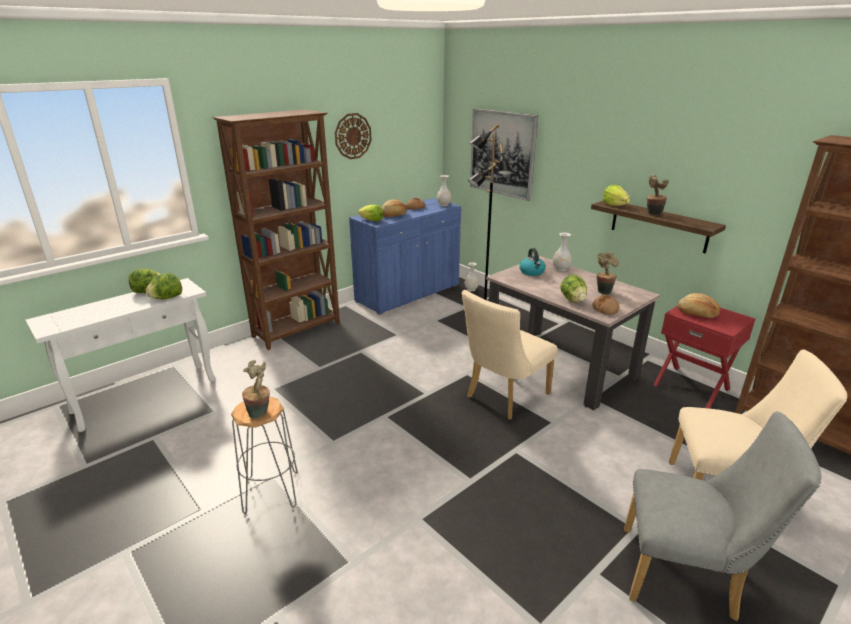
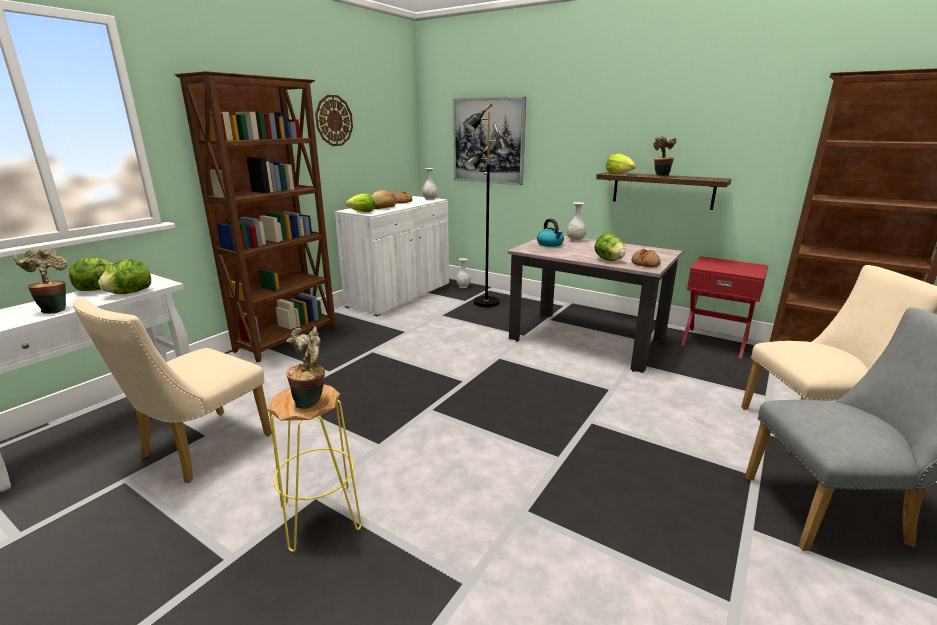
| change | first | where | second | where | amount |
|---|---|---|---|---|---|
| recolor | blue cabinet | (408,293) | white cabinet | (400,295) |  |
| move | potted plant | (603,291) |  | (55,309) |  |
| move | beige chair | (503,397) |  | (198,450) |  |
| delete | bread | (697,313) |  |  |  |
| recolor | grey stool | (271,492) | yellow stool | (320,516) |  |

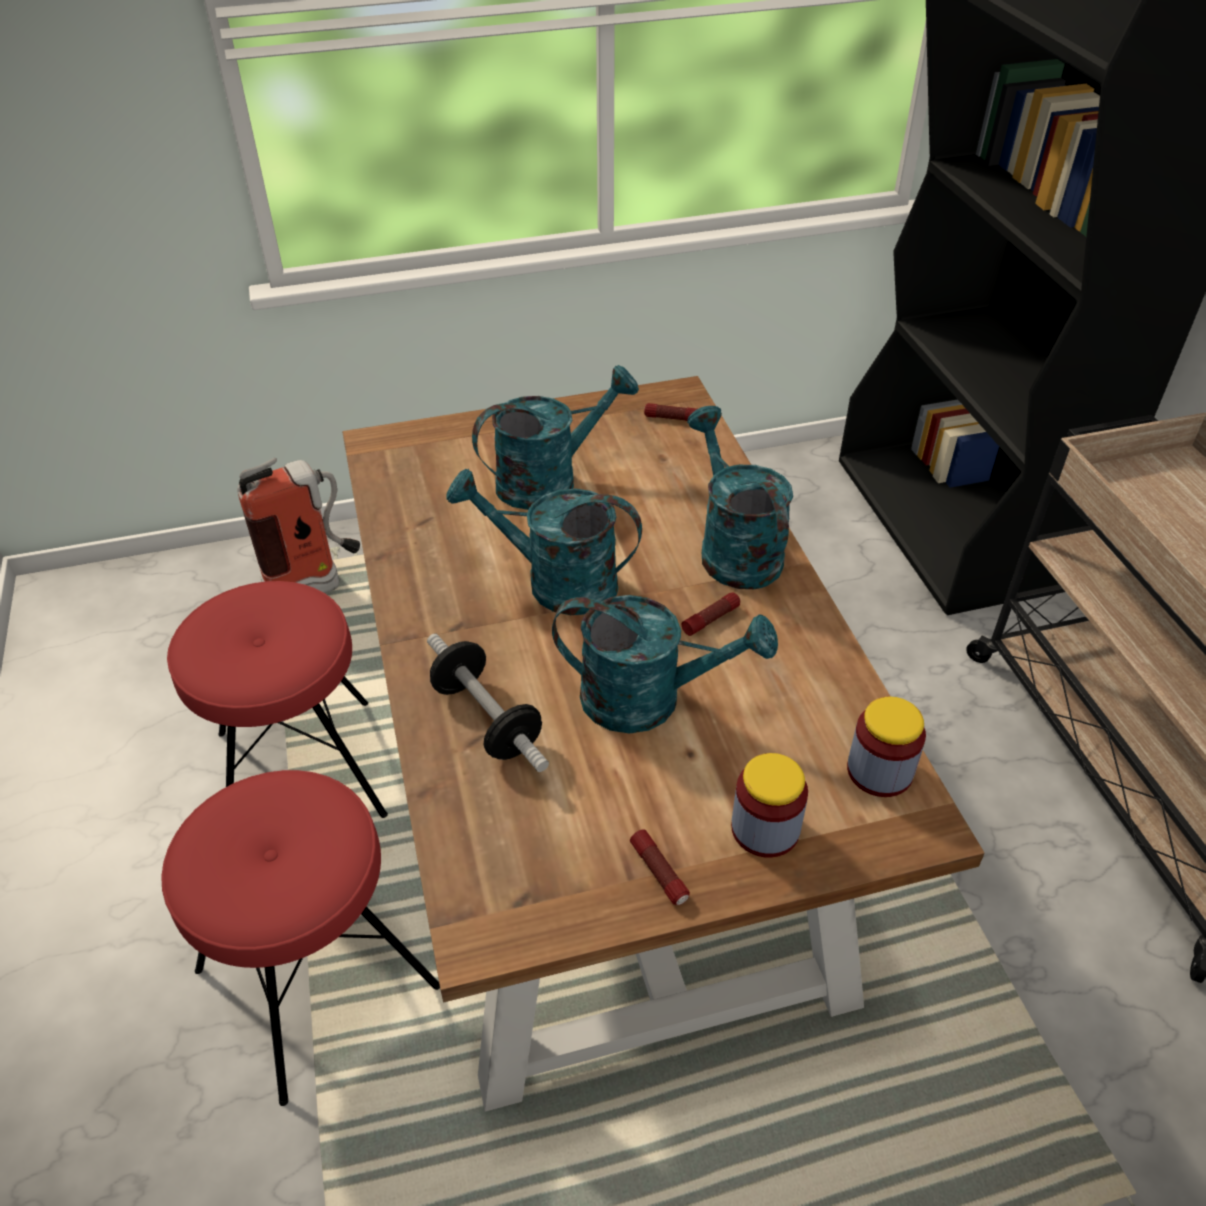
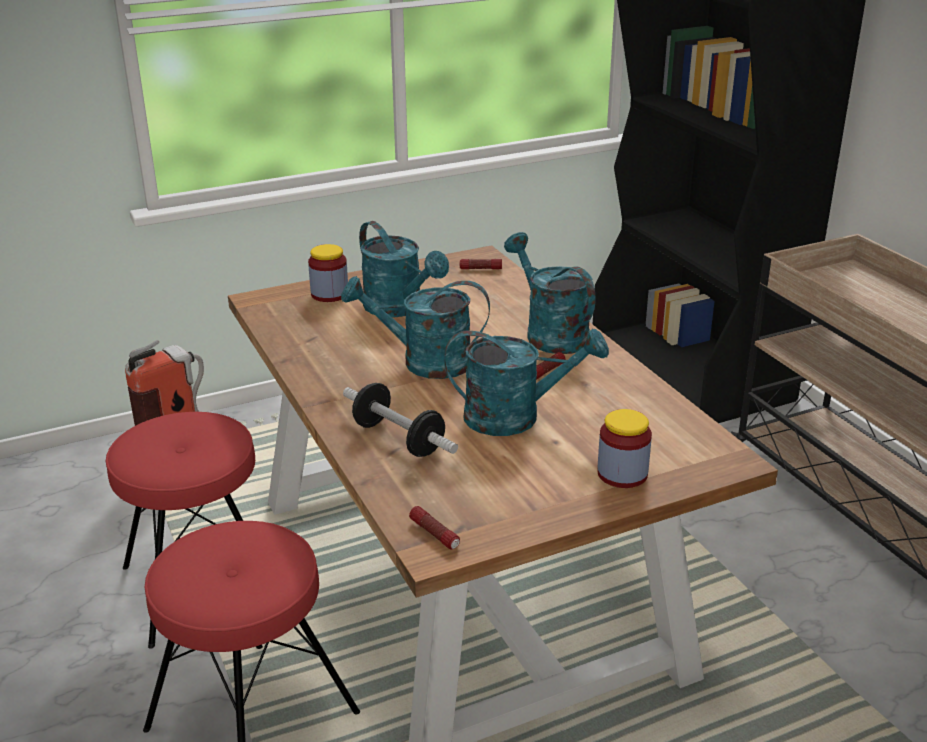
| change | first | where | second | where | amount |
|---|---|---|---|---|---|
| rotate | turquoise watering can | (550,479) |  | (400,308) | 90 degrees clockwise |
| move | jar | (879,771) |  | (329,294) |  |
| move | flashlight | (659,873) |  | (435,534) |  |

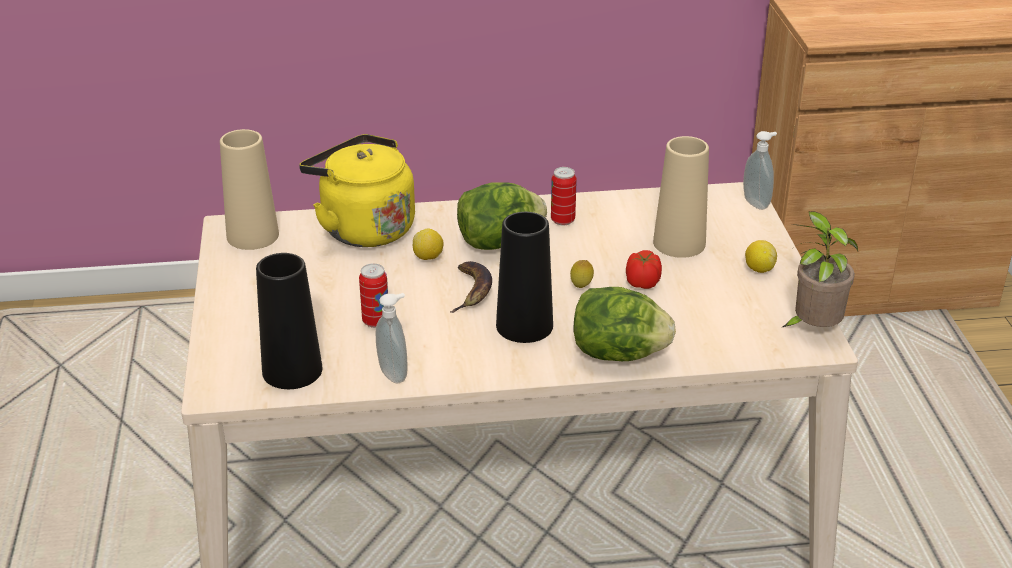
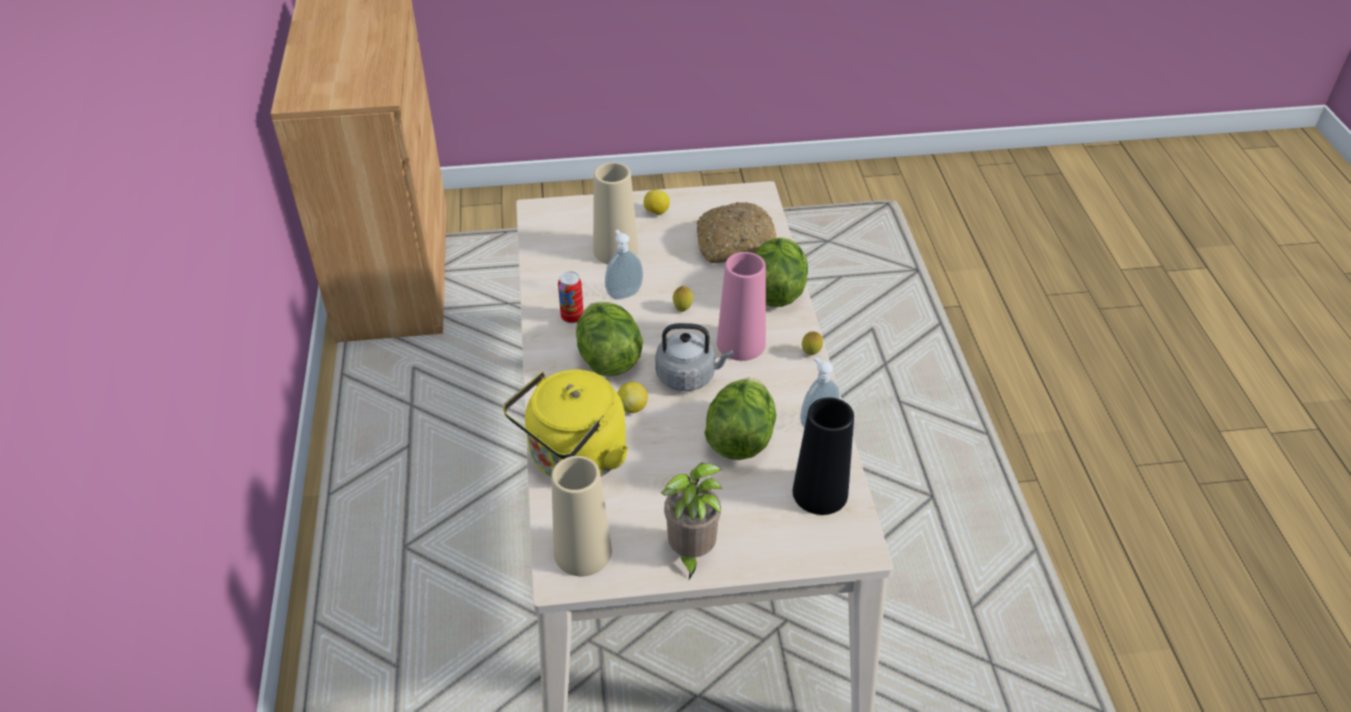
| change | first | where | second | where | amount |
|---|---|---|---|---|---|
| move | soap dispenser | (757,203) |  | (623,293) |  |
| move | potted plant | (812,329) |  | (690,554) |  |
| recolor | black vase | (524,325) | pink vase | (741,343) |  |
| delete | tomato | (642,283) |  |  |  |
| replace | banana | (471,291) | grey kettle | (689,376) |  |
| replace | can | (376,321) | lettuce | (740,439) |  |
| insert |  |  | bread | (734,244) |  |
| insert |  |  | lemon | (811,354) |  |

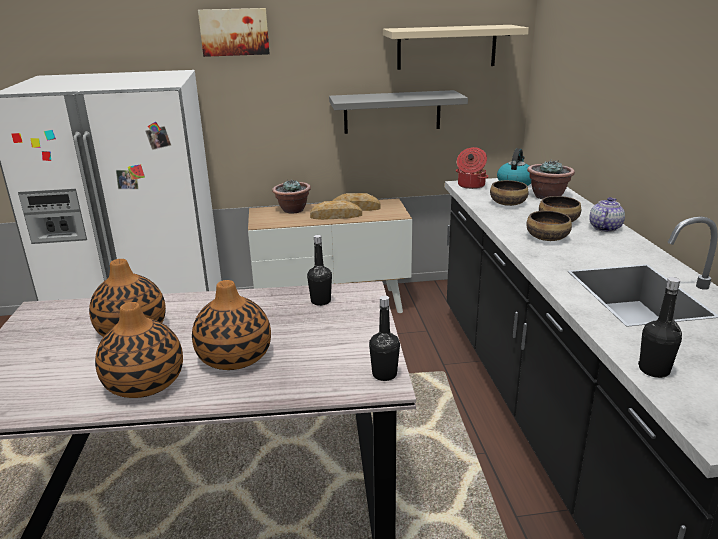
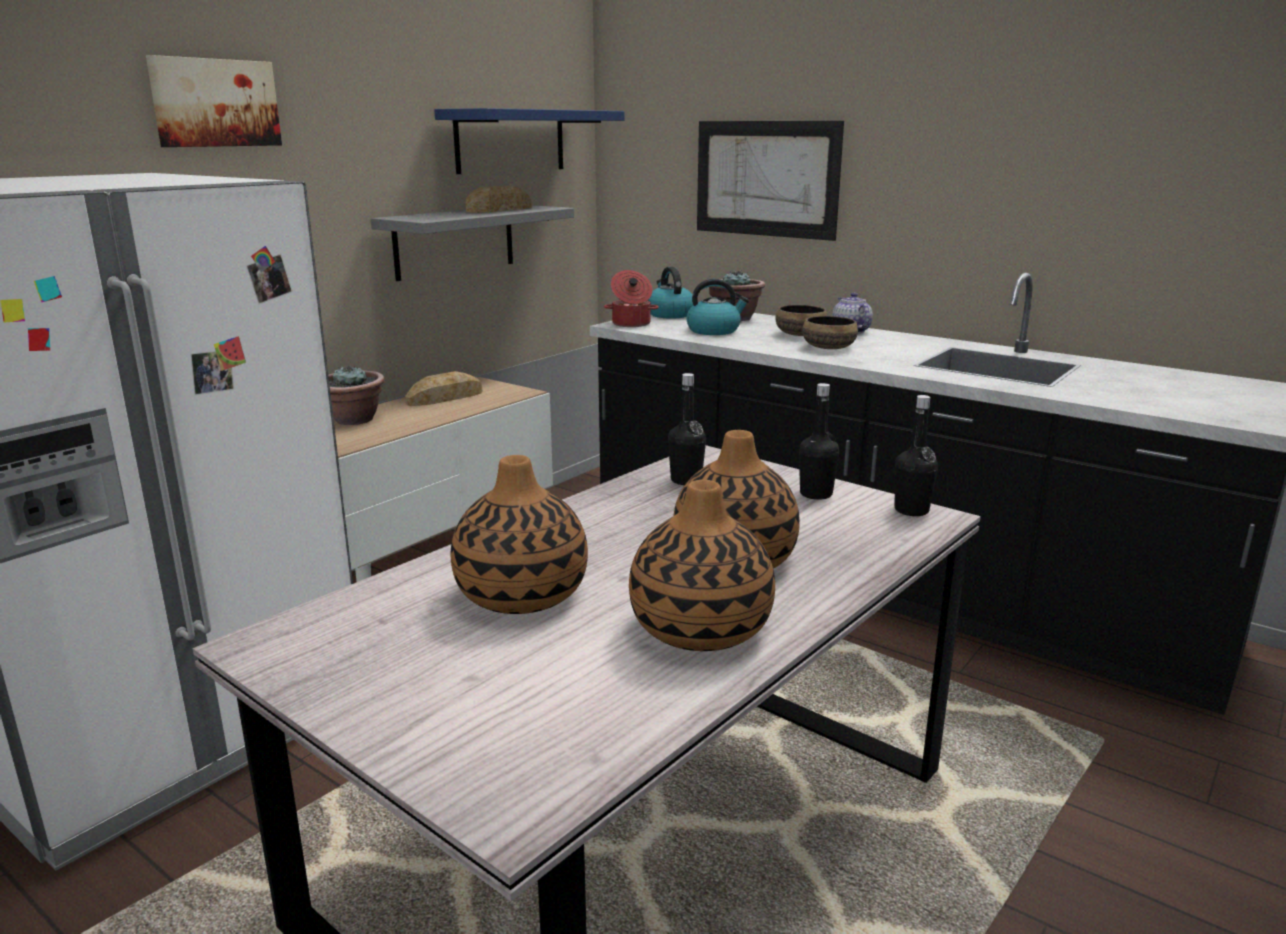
| change | first | where | second | where | amount |
|---|---|---|---|---|---|
| recolor | beige shelf | (446,47) | blue shelf | (510,141) |  |
| replace | bowl | (508,203) | kettle | (714,330) |  |
| move | bread | (336,216) |  | (499,209) |  |
| move | black bottle | (654,370) |  | (816,494) |  |
| insert |  |  | picture | (766,179) |  |

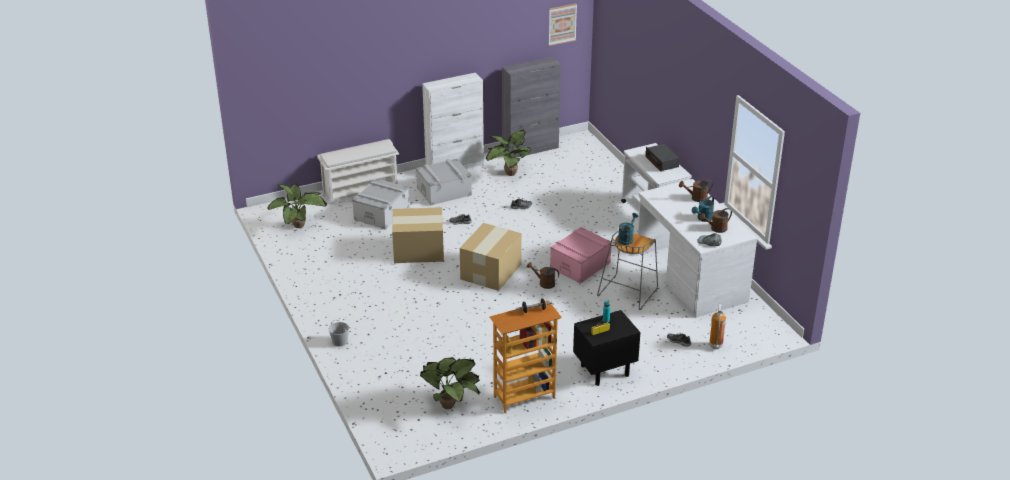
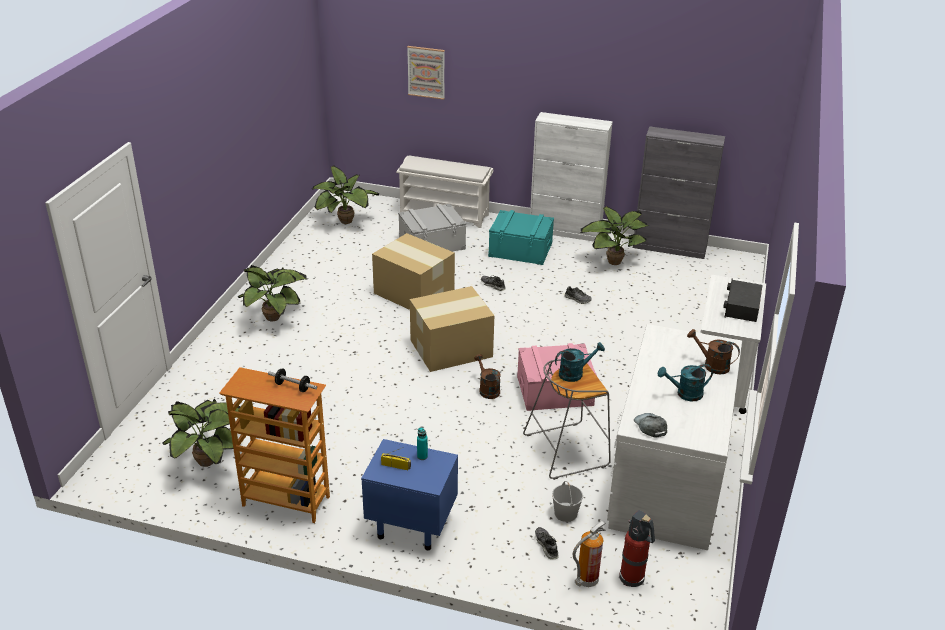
| change | first | where | second | where | amount |
|---|---|---|---|---|---|
| move | picture | (562,24) |  | (426,72) |  |
| recolor | grey storage box | (444,191) | turquoise storage box | (520,249) |  |
| delete | brown watering can | (716,229) |  |  |  |
| recolor | black nightstand | (604,370) | blue nightstand | (410,525) |  |
| move | white bucket | (340,341) |  | (566,513) |  |
| insert |  |  | potted plant | (275,318) |  |
| insert |  |  | fire extinguisher | (633,578) |  |

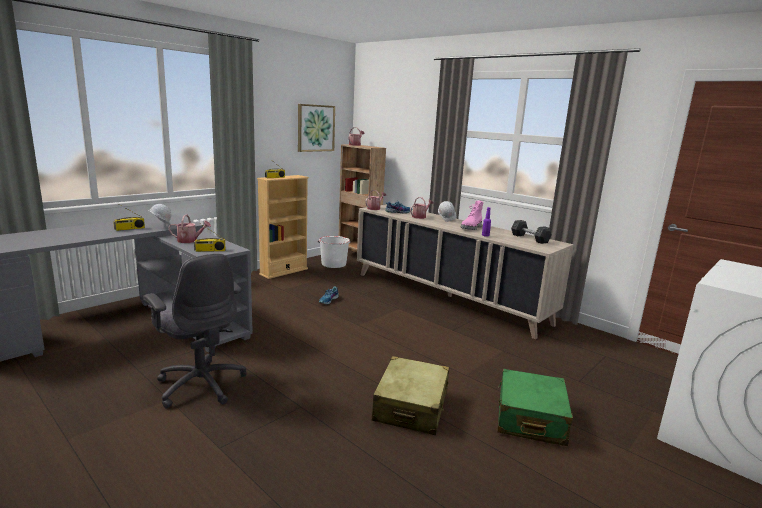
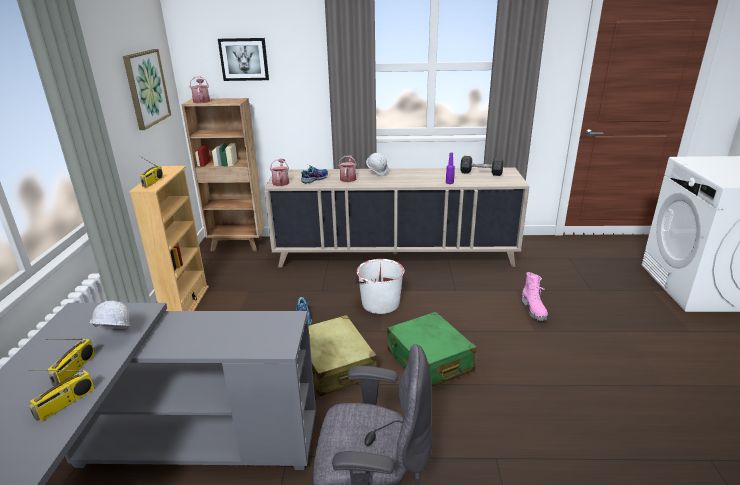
| change | first | where | second | where | amount |
|---|---|---|---|---|---|
| move | pink boot | (471,228) |  | (534,310) |  |
| delete | watering can | (190,241) |  |  |  |
| move | radio | (210,250) |  | (65,404) |  |
| move | white bucket | (333,264) |  | (380,303) |  |
| move | beige suitcase | (411,406) |  | (334,365) |  |
| move | green suitcase | (530,418) |  | (429,361) |  |
| insert |  |  | picture | (244,59) |  |

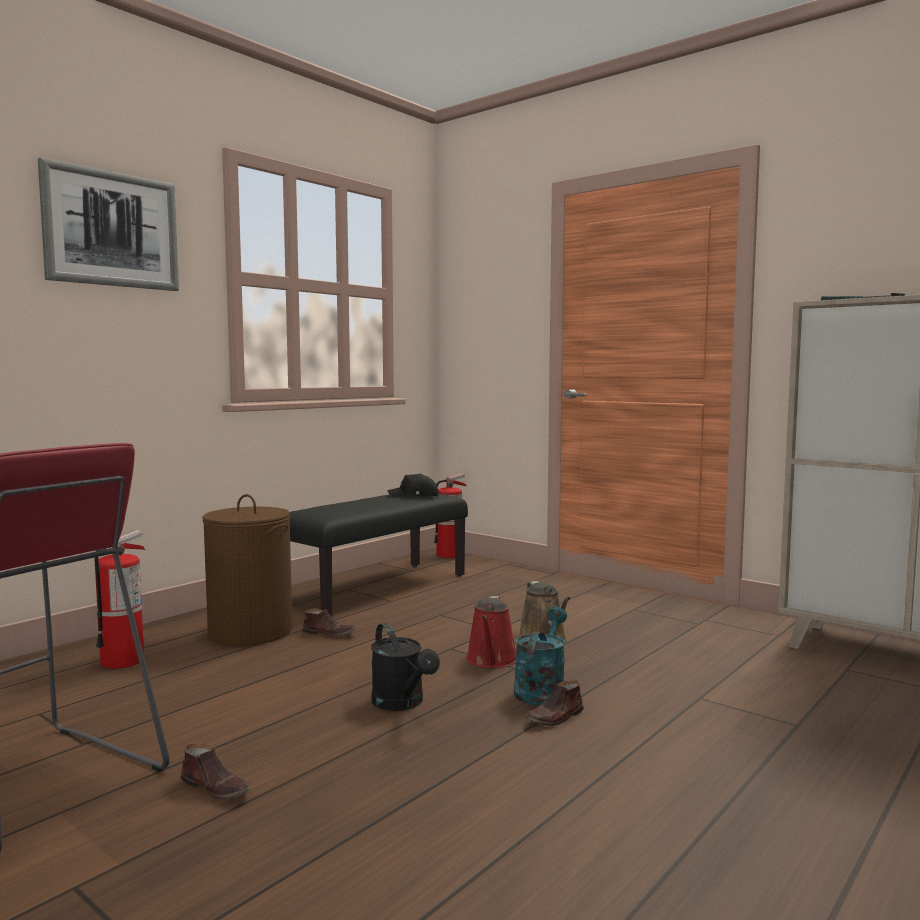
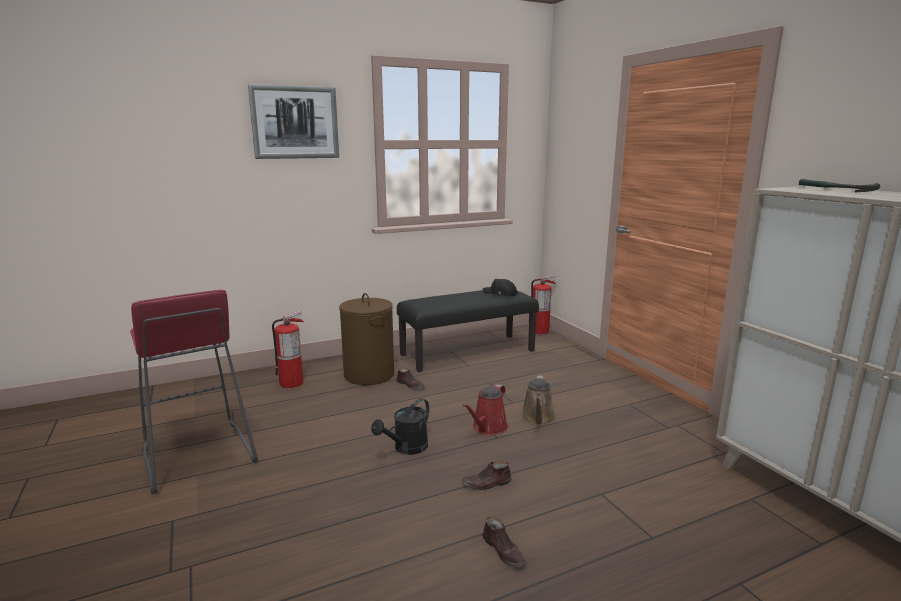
| change | first | where | second | where | amount |
|---|---|---|---|---|---|
| delete | turquoise watering can | (541,689) |  |  |  |
| rotate | black watering can | (402,703) |  | (406,448) | 45 degrees clockwise |
| move | brown shoe | (216,788) |  | (504,551) |  |

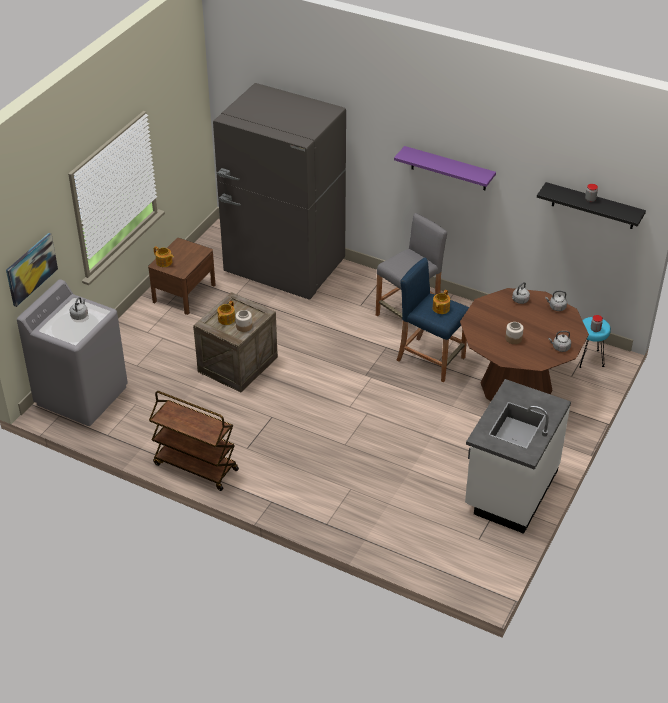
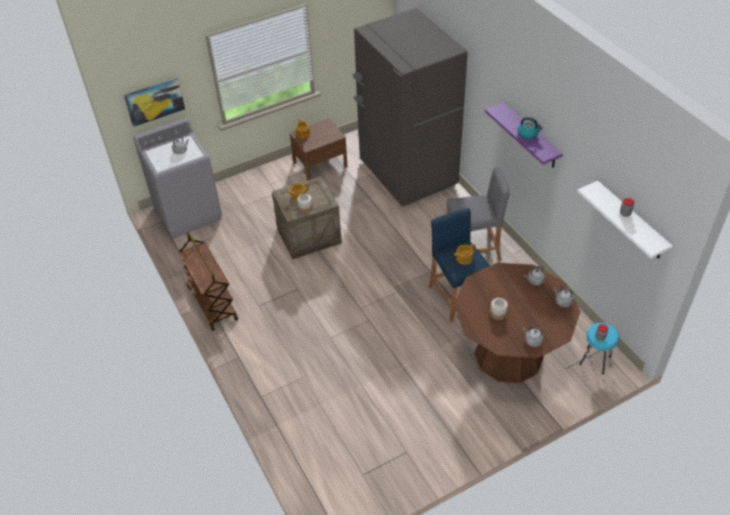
| change | first | where | second | where | amount |
|---|---|---|---|---|---|
| recolor | black shelf | (593,206) | white shelf | (631,221) |  |
| delete | white counter | (510,489) |  |  |  |
| insert |  |  | kettle | (528,134) |  |

